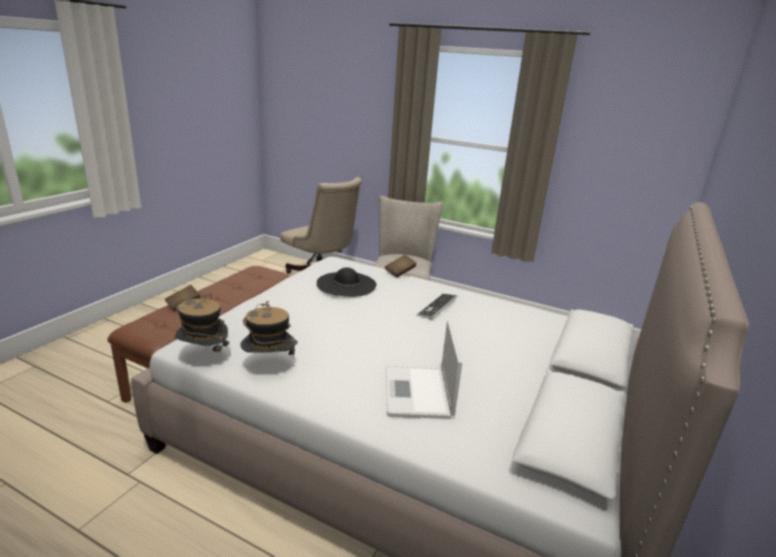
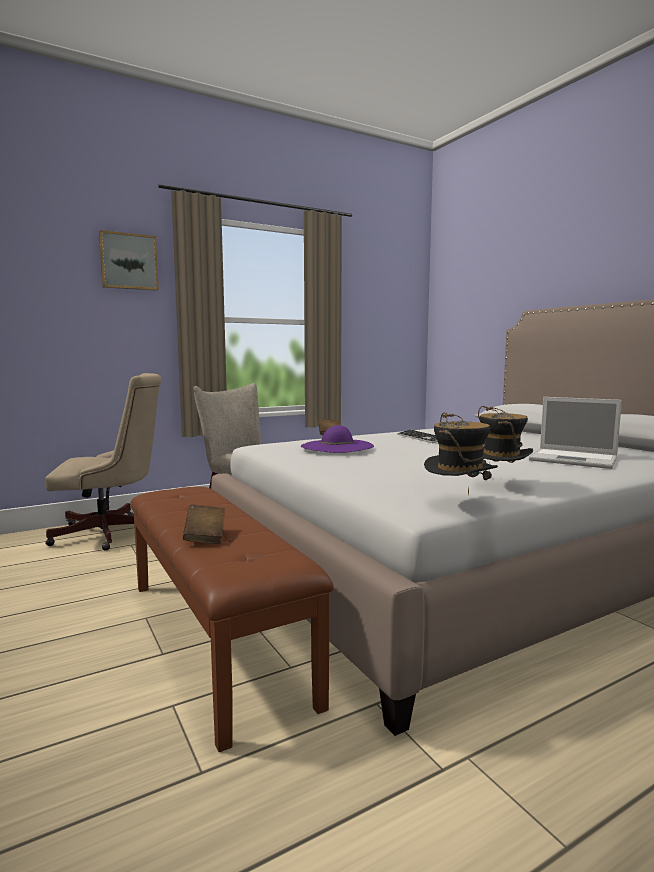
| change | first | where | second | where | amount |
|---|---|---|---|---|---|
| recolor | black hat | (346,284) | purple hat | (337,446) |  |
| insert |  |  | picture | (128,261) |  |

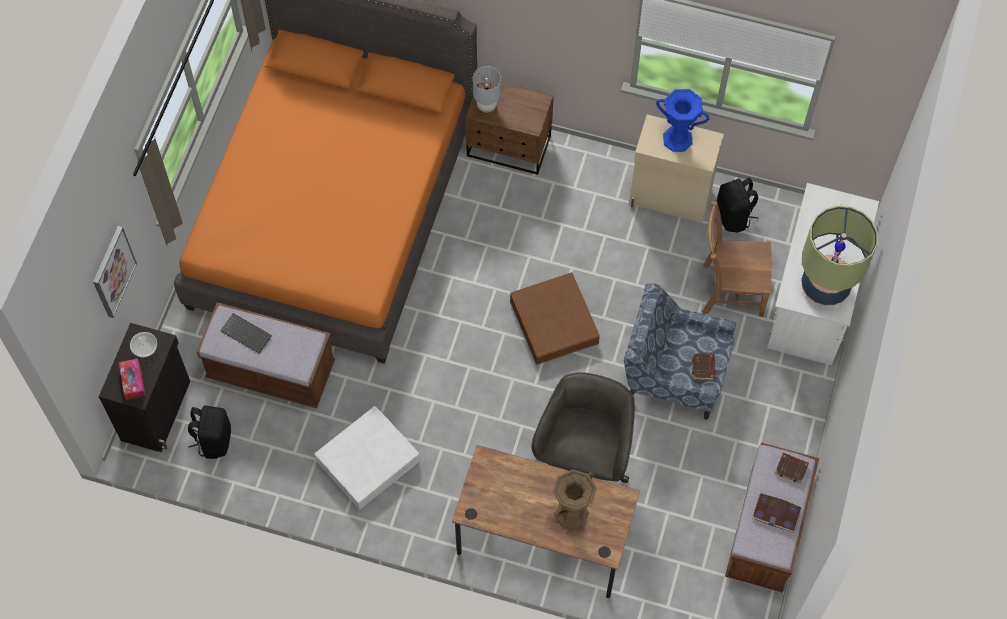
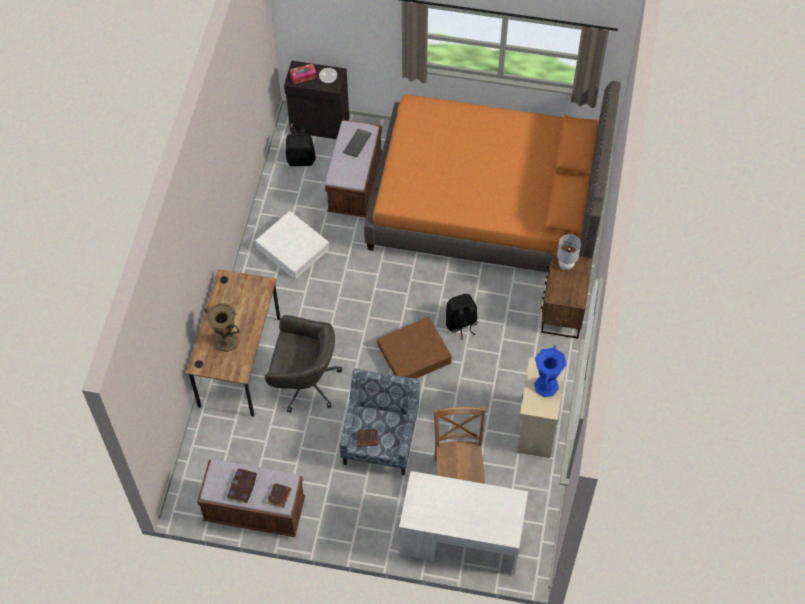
| change | first | where | second | where | amount |
|---|---|---|---|---|---|
| move | black backpack | (734,216) |  | (461,324) |  |
| delete | table lamp | (825,286) |  |  |  |
| delete | picture | (113,271) |  |  |  |

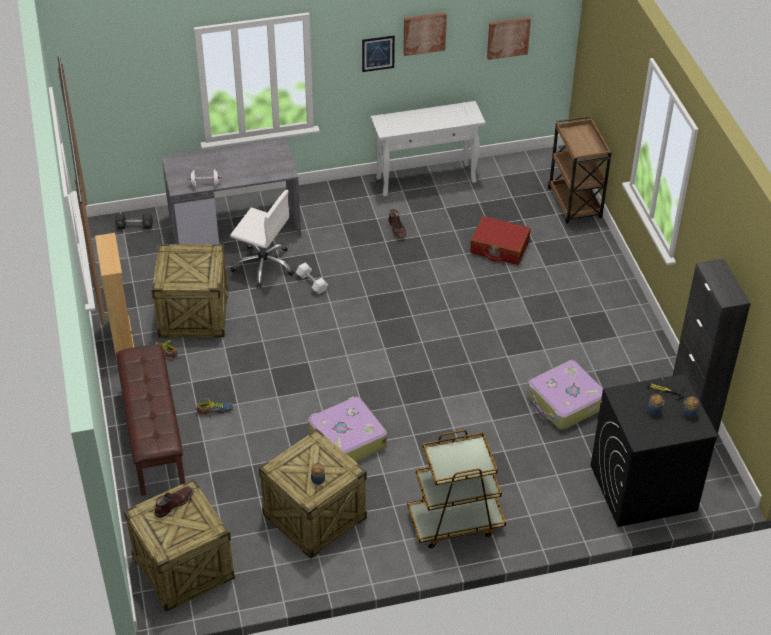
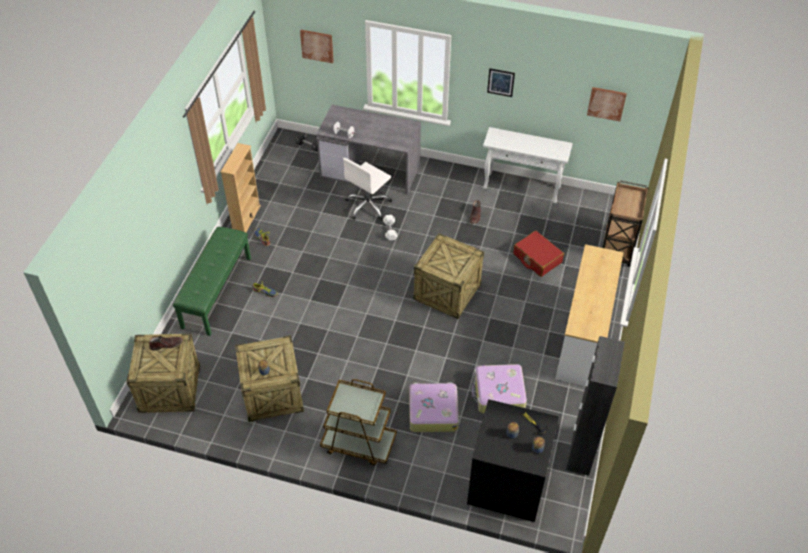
| change | first | where | second | where | amount |
|---|---|---|---|---|---|
| move | picture | (424,33) |  | (317,45) |  |
| rotate | white office chair | (264,266) |  | (368,206) | 75 degrees clockwise |
| move | crate | (194,314) |  | (447,292) |  |
| recolor | brown bench | (153,436) | green bench | (216,292) |  |
| move | suitcase | (346,439) |  | (432,411) |  |
| insert |  |  | white dresser | (583,338) |  |

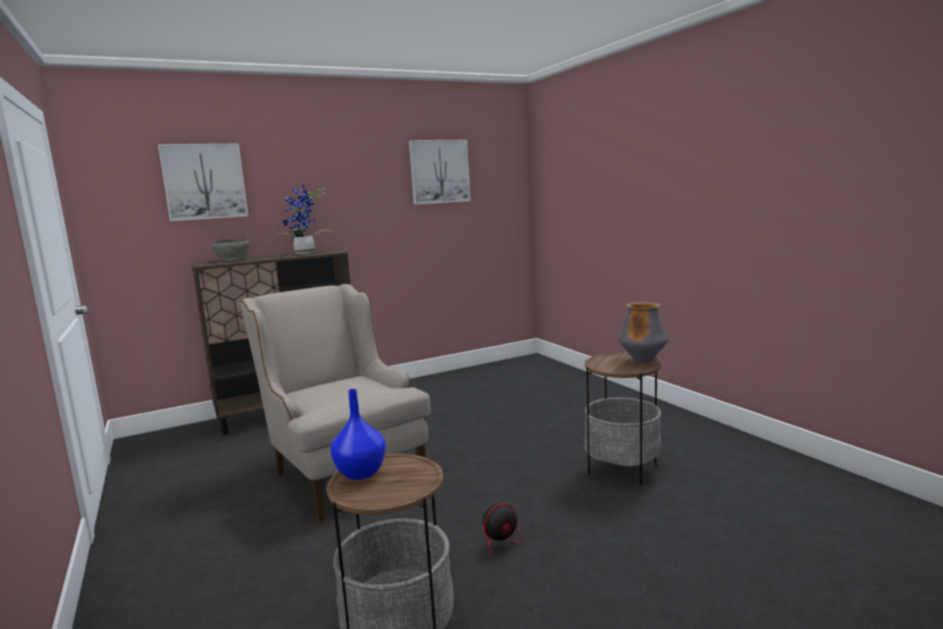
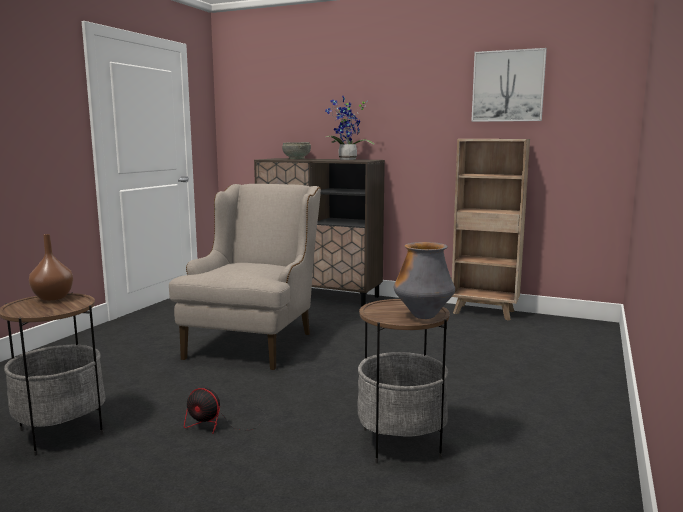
| change | first | where | second | where | amount |
|---|---|---|---|---|---|
| delete | picture | (204,181) |  |  |  |
| recolor | blue vase | (362,473) | brown vase | (53,298) |  |
| insert |  |  | brown bookcase | (485,312) |  |

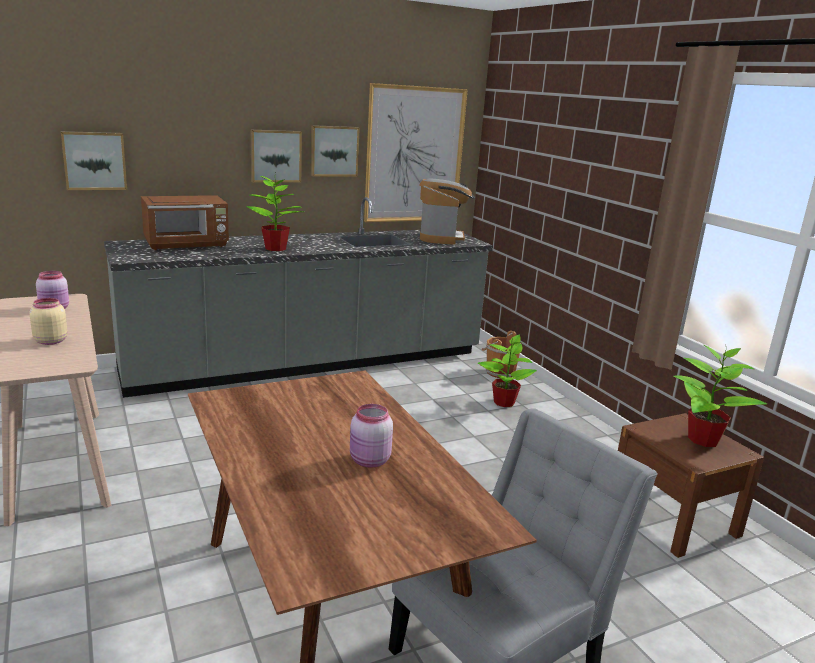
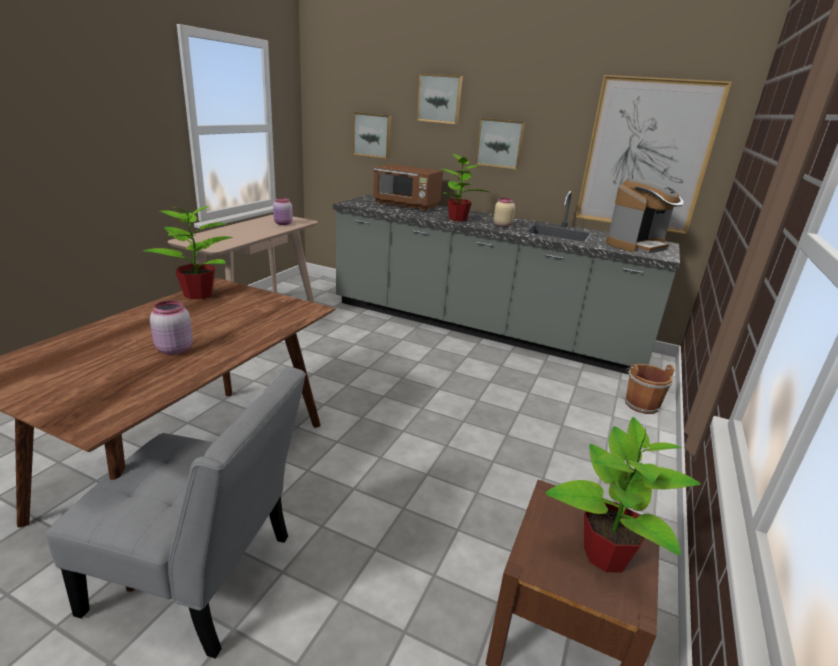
| change | first | where | second | where | amount |
|---|---|---|---|---|---|
| move | picture | (333,151) |  | (440,99) |  |
| move | beige jar | (50,341) |  | (502,225) |  |
| move | potted plant | (504,402) |  | (199,294) |  |

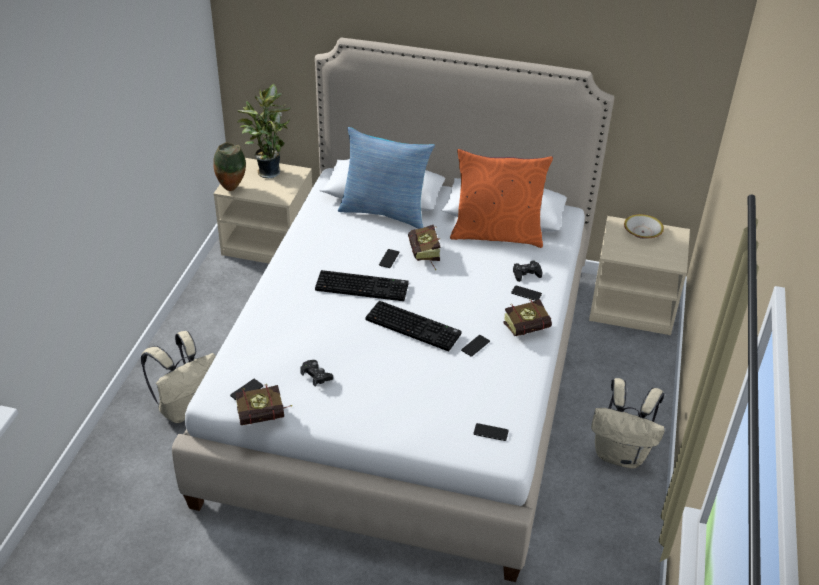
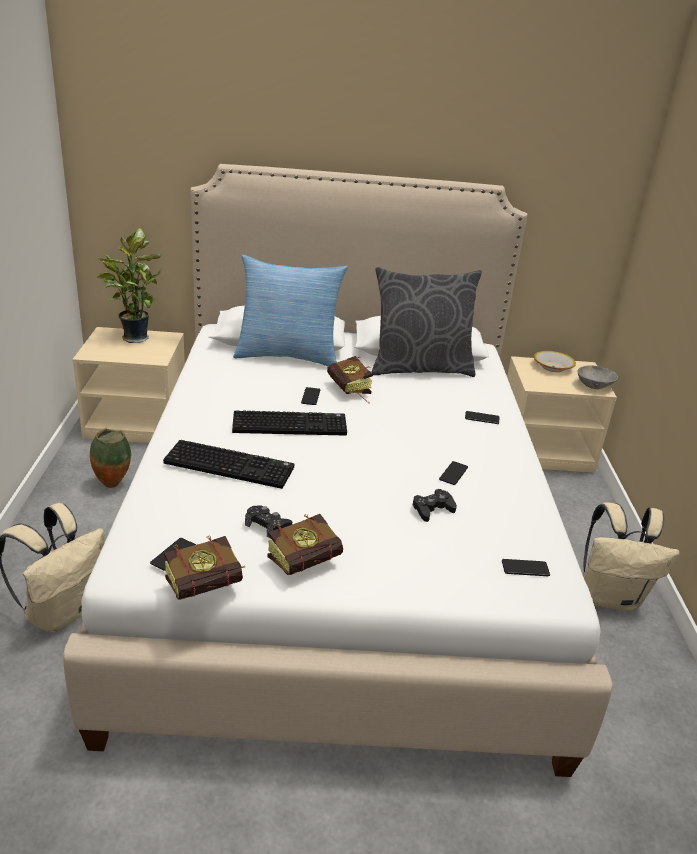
| change | first | where | second | where | amount |
|---|---|---|---|---|---|
| move | vase | (232,188) |  | (113,484) |  |
| recolor | orange pillow | (497,234) | grey pillow | (420,368) |  |
| move | black game controller | (526,274) |  | (432,509) |  |
| move | book | (530,328) |  | (310,561) |  |
| move | keyboard | (414,326) |  | (231,465) |  |
| insert |  |  | grey bowl | (595,386) |  |

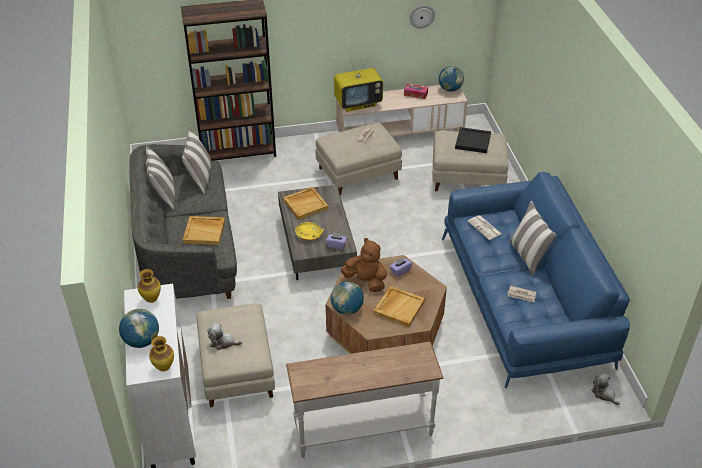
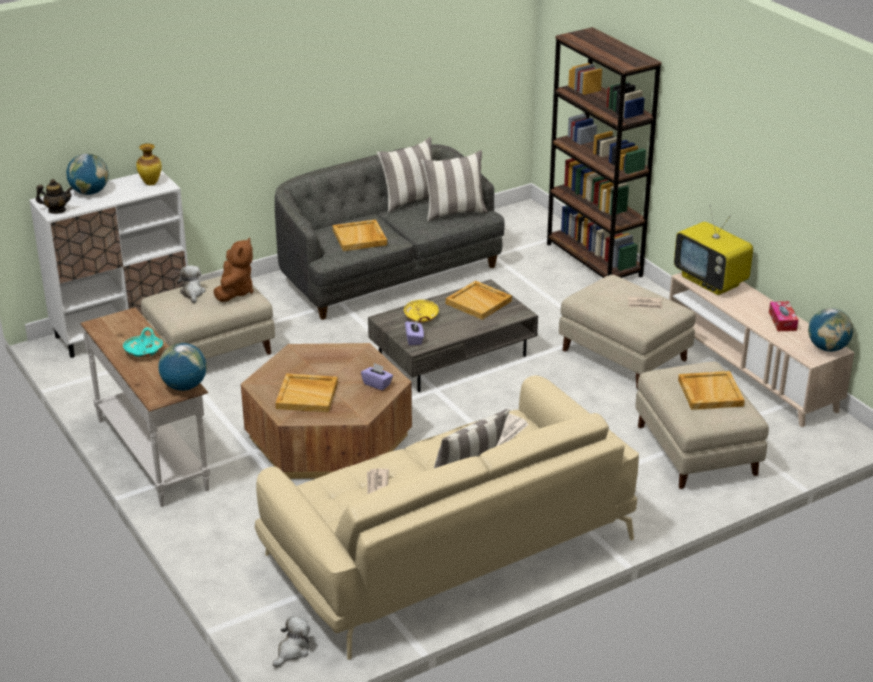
| change | first | where | second | where | amount |
|---|---|---|---|---|---|
| delete | wall clock | (422,16) |  |  |  |
| recolor | black tray | (472,141) | beige tray | (709,392) |  |
| recolor | blue sofa | (524,301) | beige sofa | (447,548) |  |
| move | brown plush toy | (366,281) |  | (235,292) |  |
| move | globe | (347,309) |  | (184,386) |  |
| replace | vase | (163,368) | teapot | (57,210) |  |
| insert |  |  | turquoise bowl | (144,351) |  |

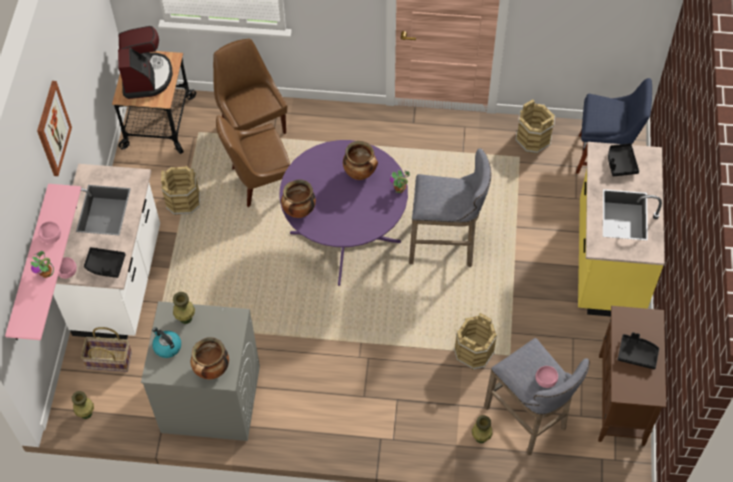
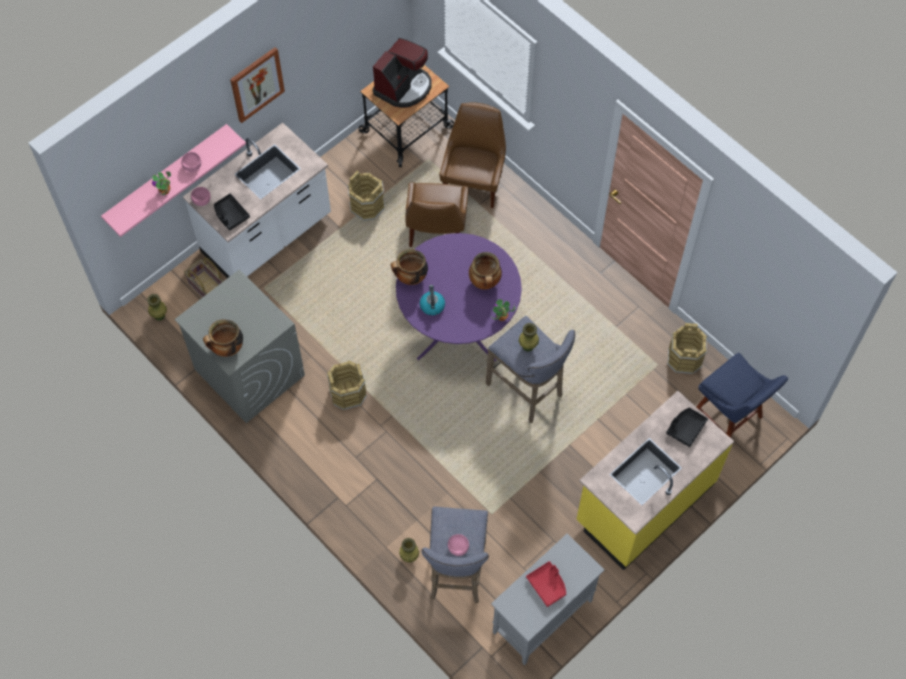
| change | first | where | second | where | amount |
|---|---|---|---|---|---|
| rotate | brown chair | (258,181) |  | (436,232) | 105 degrees counterclockwise |
| move | green vase | (185,318) |  | (528,346) |  |
| recolor | brown cabinet | (621,400) | grey cabinet | (542,617) |  |
| move | brown bucket | (473,351) |  | (348,393) |  |
| move | kettle | (167,347) |  | (432,305) |  |
| recolor | black tray | (637,354) | red tray | (547,585) |  |

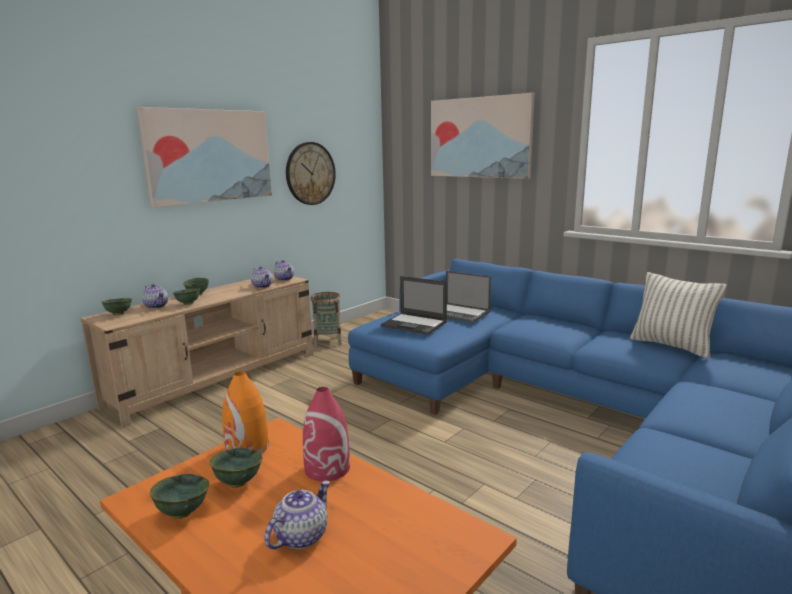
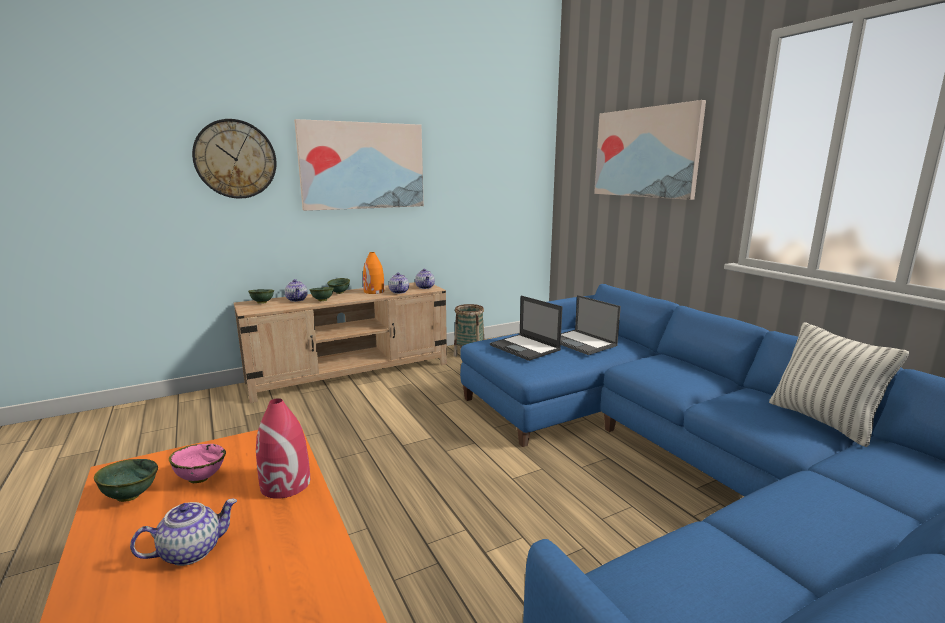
| change | first | where | second | where | amount |
|---|---|---|---|---|---|
| move | wall clock | (310,173) |  | (235,159) |  |
| move | orange vase | (247,448) |  | (374,291) |  |
| recolor | green bowl | (237,482) | pink bowl | (200,478) |  |

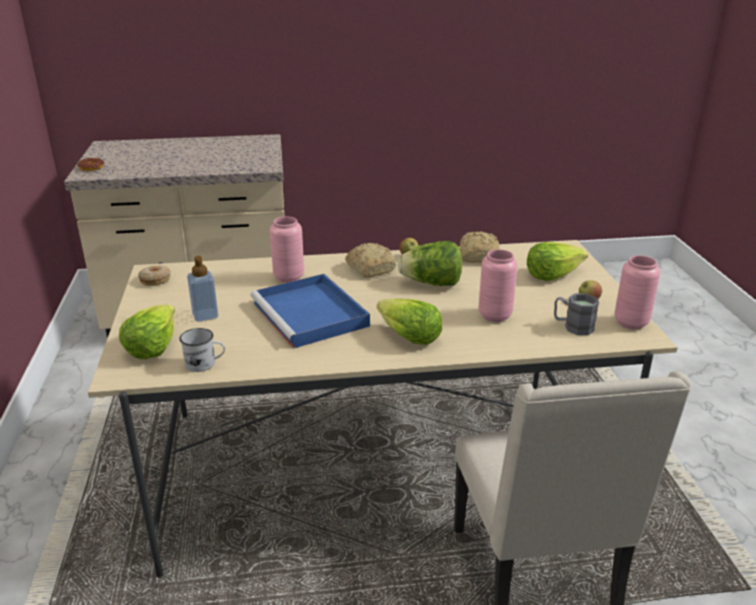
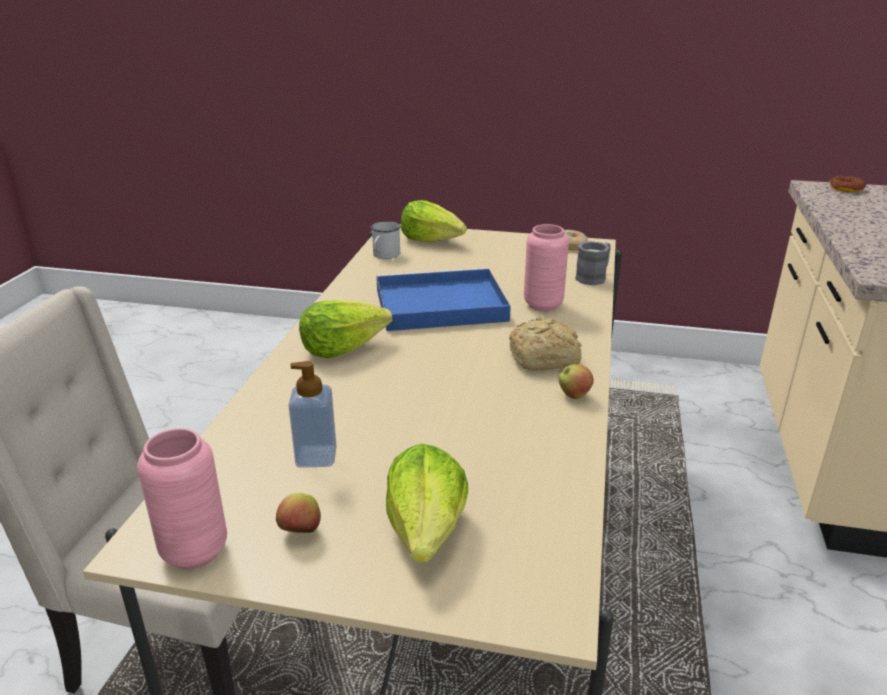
| change | first | where | second | where | amount |
|---|---|---|---|---|---|
| delete | bread | (478,257) |  |  |  |
| delete | lettuce | (432,284) |  |  |  |
| delete | pink vase | (495,316) |  |  |  |
| move | soap dispenser | (205,315) |  | (316,457) |  |
| move | grey mug | (572,326) |  | (594,277) |  |

